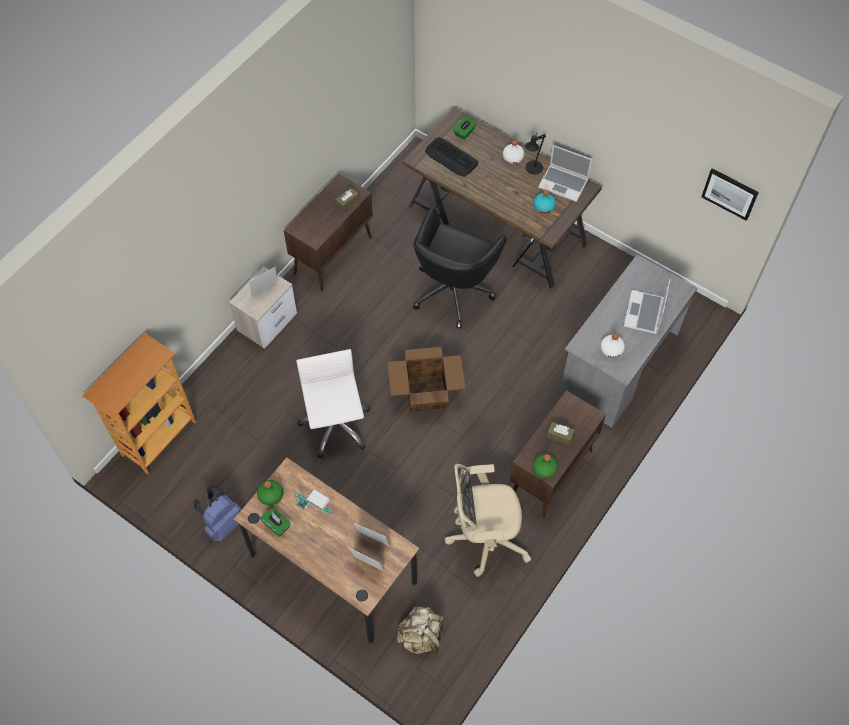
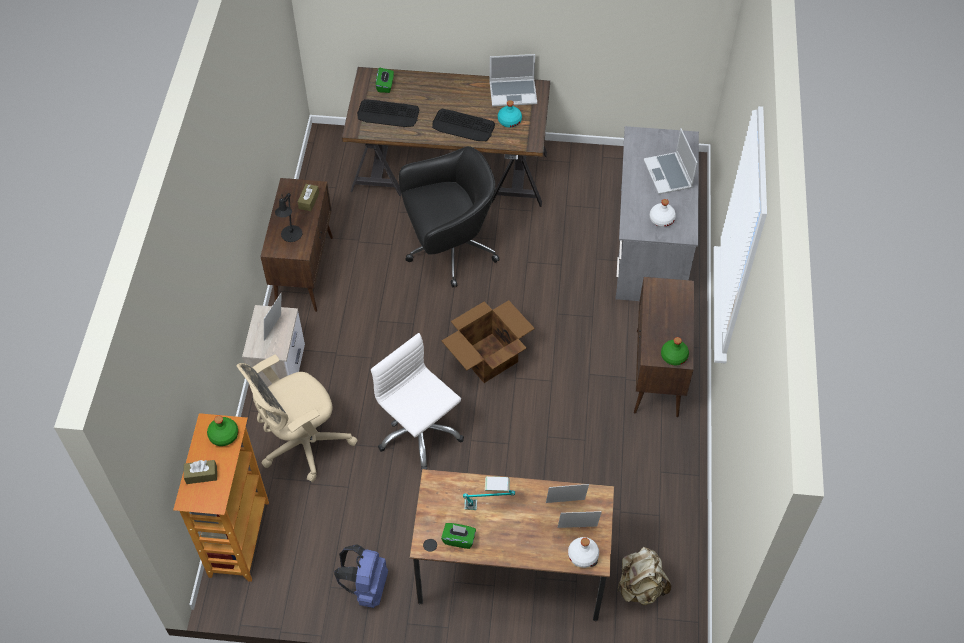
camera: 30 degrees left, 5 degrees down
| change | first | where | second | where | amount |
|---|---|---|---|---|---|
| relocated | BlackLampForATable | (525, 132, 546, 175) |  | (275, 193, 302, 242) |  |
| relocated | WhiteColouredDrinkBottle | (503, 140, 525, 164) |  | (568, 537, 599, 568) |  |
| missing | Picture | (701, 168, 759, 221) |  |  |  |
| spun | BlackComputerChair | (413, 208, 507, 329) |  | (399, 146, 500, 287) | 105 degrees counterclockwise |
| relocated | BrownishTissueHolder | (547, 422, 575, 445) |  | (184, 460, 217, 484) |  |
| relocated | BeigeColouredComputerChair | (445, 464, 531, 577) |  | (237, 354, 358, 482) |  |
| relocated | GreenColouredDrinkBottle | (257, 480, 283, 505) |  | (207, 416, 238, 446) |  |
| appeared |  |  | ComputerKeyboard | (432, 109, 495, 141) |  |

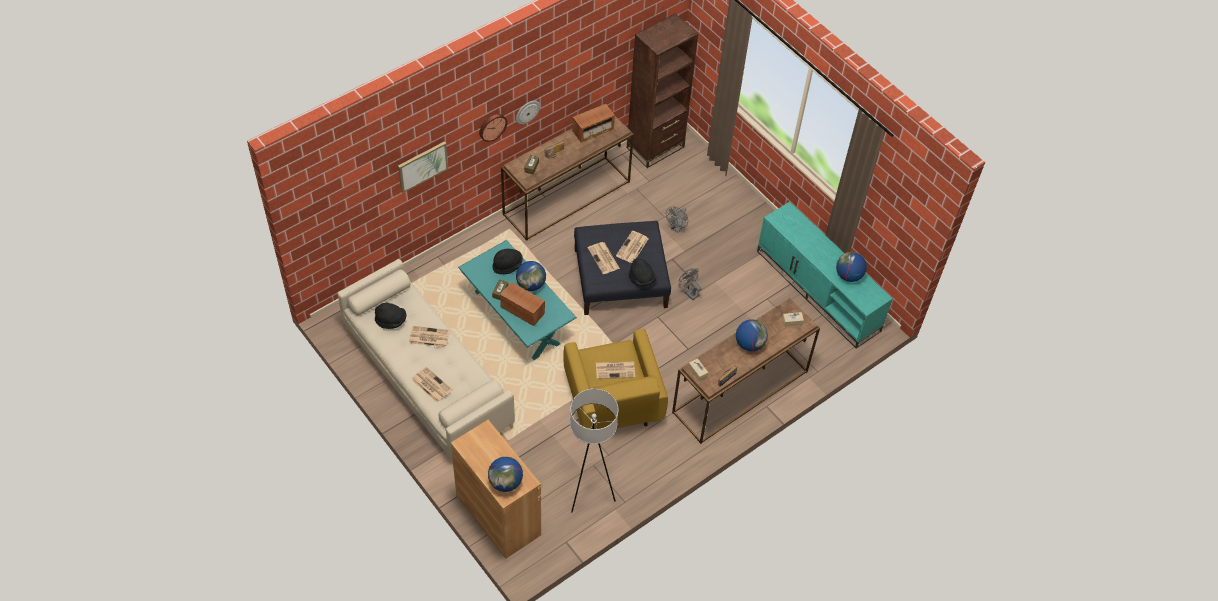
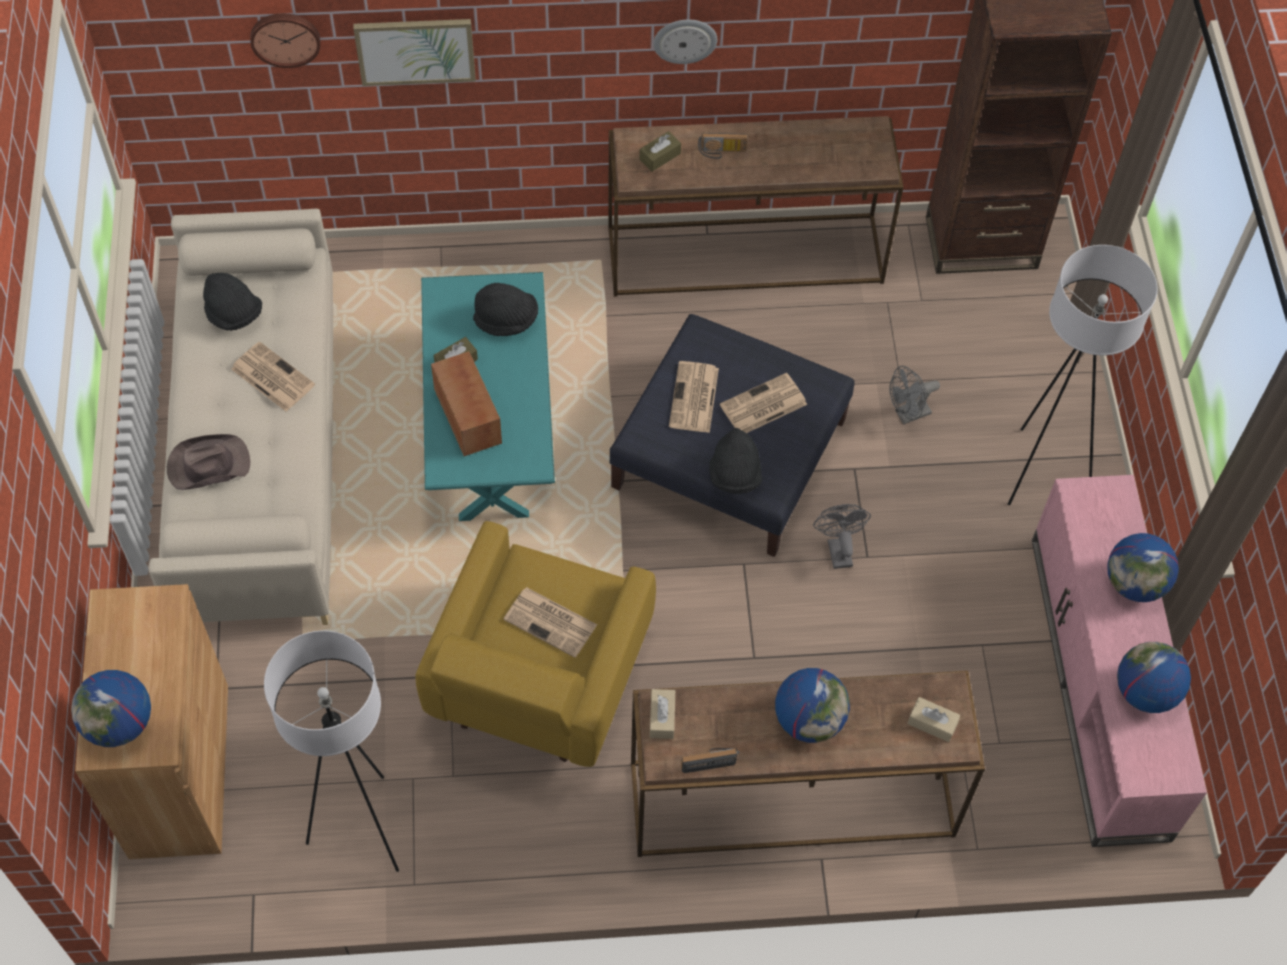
camera: 35 degrees right, 5 degrees up
| change | first | where | second | where | amount |
|---|---|---|---|---|---|
| missing | RadioReceiver | (572, 104, 615, 142) |  |  |  |
| relocated | WallClock | (479, 114, 507, 142) |  | (250, 14, 320, 68) |  |
| colour | TurquoiseColouredMediaConsole | (757, 202, 893, 348) | PinkColouredMediaConsole | (1032, 475, 1207, 847) |  |
| relocated | WorldGlobe | (516, 261, 546, 291) |  | (1107, 533, 1179, 602) |  |
| exchanged | PrintedPaper | (411, 367, 453, 403) | BrownishHat | (167, 434, 250, 490) |  |
| appeared |  |  | WhiteColouredStandardLamp | (1008, 245, 1158, 505) |  |

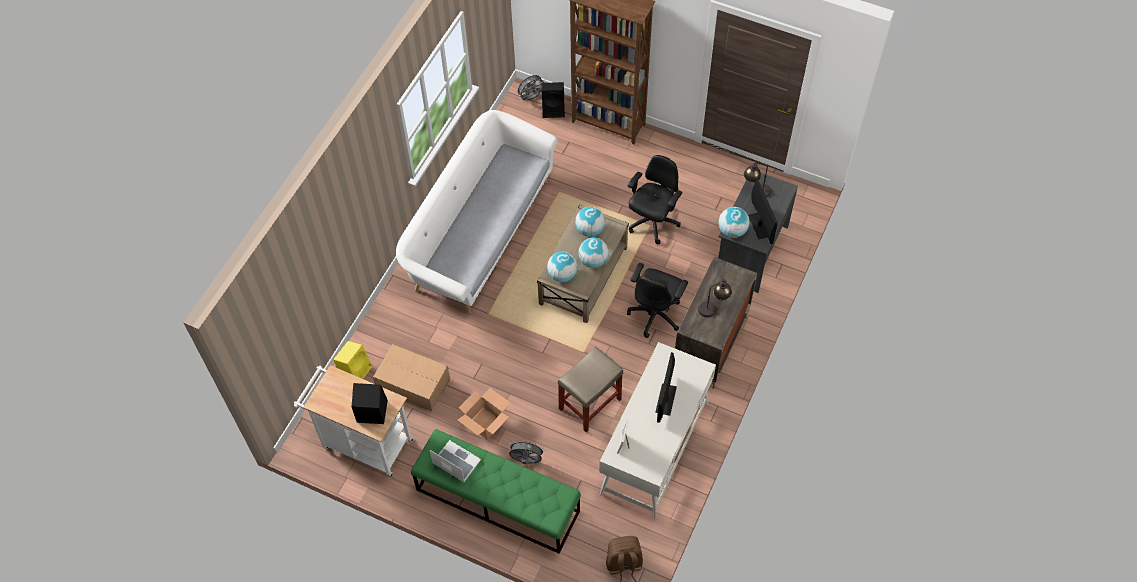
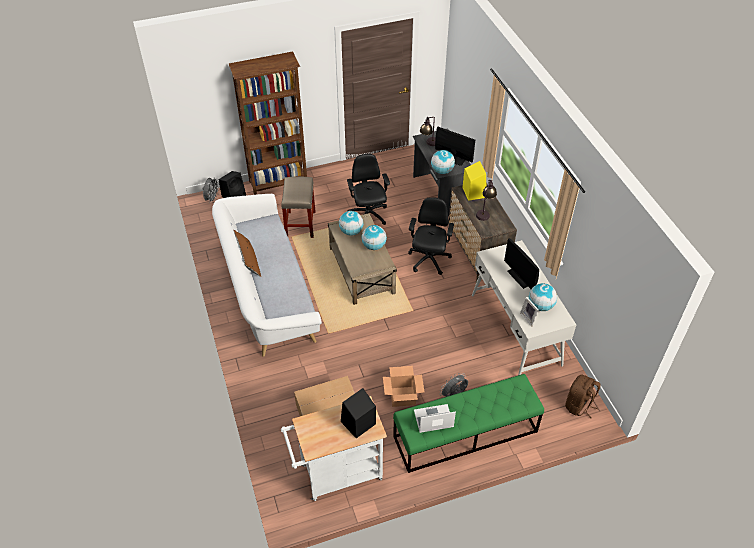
camera: 45 degrees left, 10 degrees down
| change | first | where | second | where | amount |
|---|---|---|---|---|---|
| relocated | WorldGlobe | (547, 252, 578, 282) |  | (529, 283, 557, 311) |  |
| spun | BlackComputerChair | (627, 263, 688, 338) |  | (408, 197, 454, 275) | 150 degrees counterclockwise |
| relocated | YellowColouredAudioSpeaker | (334, 341, 372, 379) |  | (462, 161, 486, 201) |  |
| relocated | BeigeColouredStool | (558, 346, 623, 433) |  | (281, 177, 316, 238) |  |
| appeared |  |  | BrownishPillow | (233, 230, 261, 277) |  |

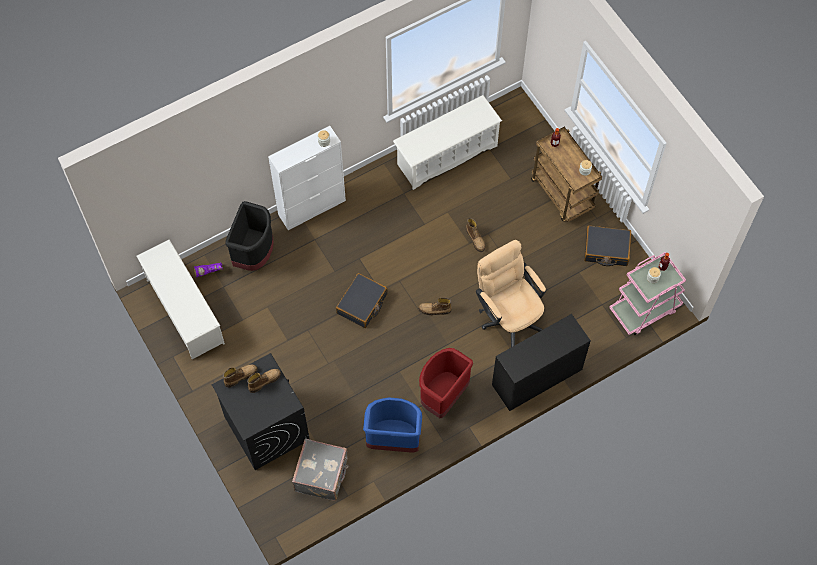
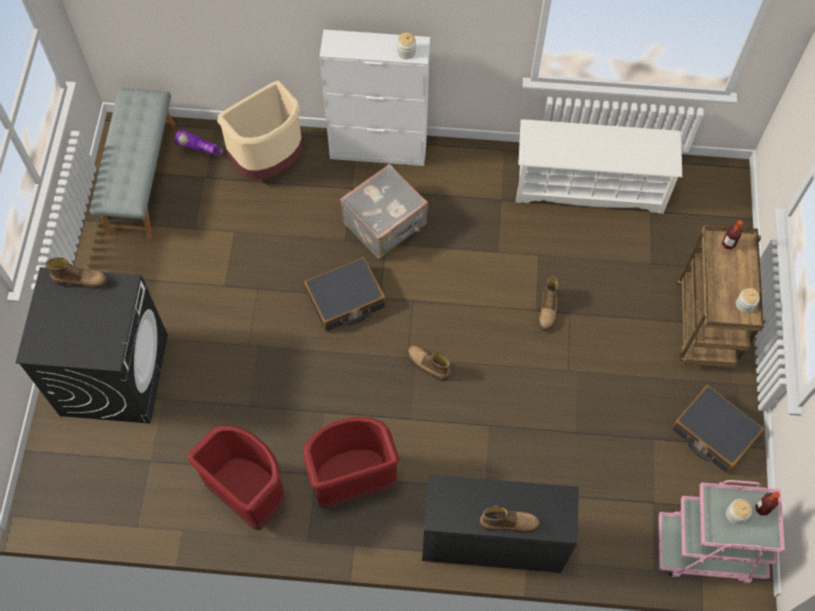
camera: 35 degrees right, 0 degrees up
| change | first | where | second | where | amount |
|---|---|---|---|---|---|
| colour | BlackRubbishBin | (225, 201, 274, 271) | BeigeColouredRubbishBin | (217, 81, 303, 180) |  |
| exchanged | WhiteColouredShoeRack | (137, 239, 225, 359) | GreyishBench | (89, 88, 176, 239) |  |
| missing | BeigeColouredComputerChair | (476, 240, 546, 347) |  |  |  |
| relocated | HighTopBoot | (247, 369, 281, 393) |  | (479, 506, 540, 533) |  |
| colour | BluishRubbishBin | (363, 397, 422, 453) | RedRubbishBin | (188, 425, 285, 530) |  |
| relocated | GreyishPieceOfLuggage | (292, 438, 349, 501) |  | (340, 164, 428, 259) |  |

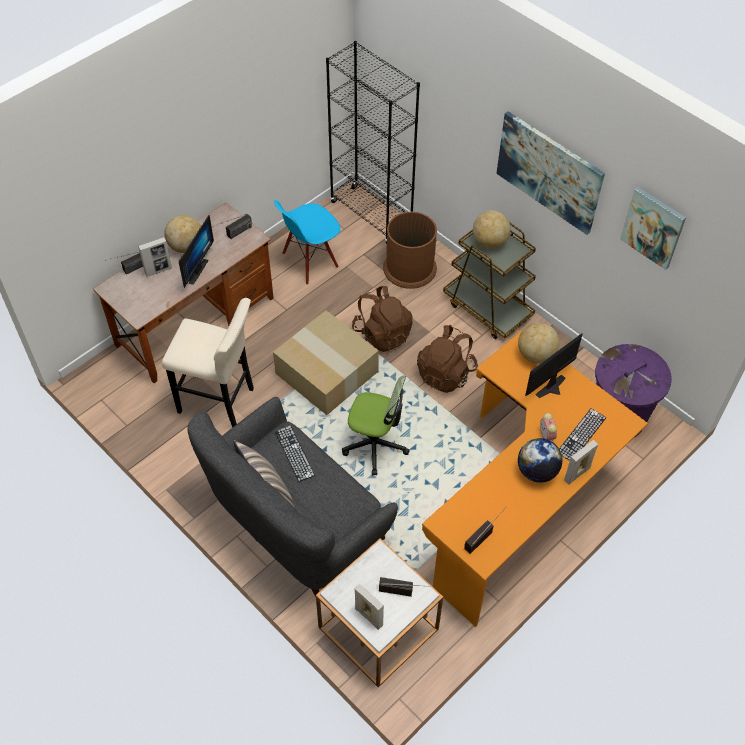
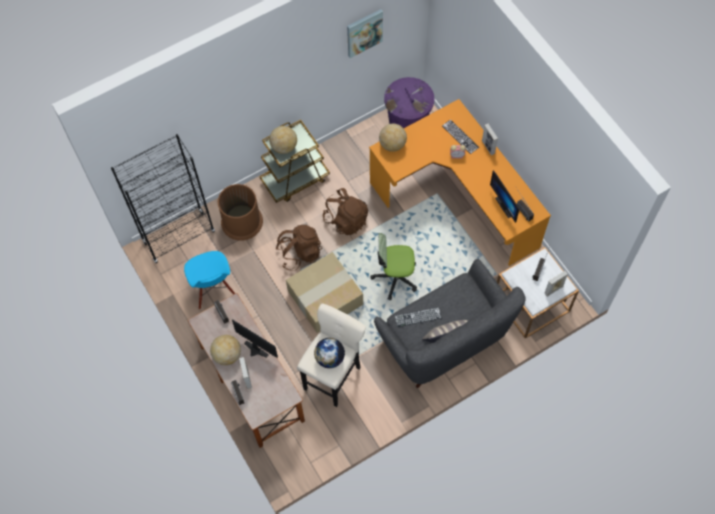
camera: 75 degrees left, 10 degrees up
| change | first | where | second | where | amount |
|---|---|---|---|---|---|
| missing | Picture | (496, 111, 605, 235) |  |  |  |
| relocated | Monitor | (525, 333, 583, 398) |  | (490, 170, 520, 223) |  |
| spun | ComputerChair | (342, 375, 410, 475) |  | (371, 233, 417, 300) | 120 degrees counterclockwise |
| relocated | WorldGlobe | (518, 438, 562, 483) |  | (314, 338, 345, 368) |  |

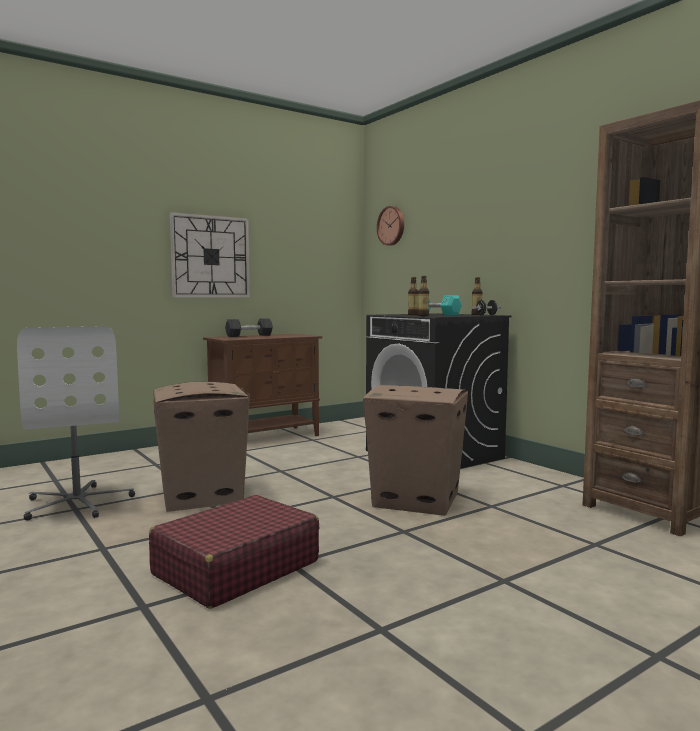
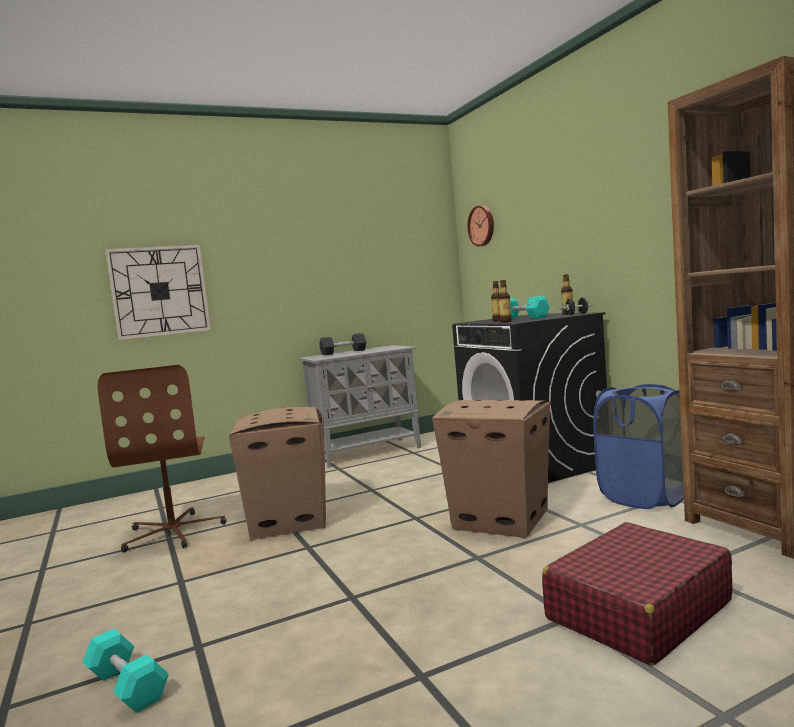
camera: 10 degrees right, 0 degrees up
| change | first | where | second | where | amount |
|---|---|---|---|---|---|
| relocated | WallClock | (170, 212, 250, 298) |  | (105, 245, 211, 340) |  |
| colour | WhiteColouredComputerChair | (17, 326, 135, 520) | BrownishComputerChair | (98, 365, 226, 552) |  |
| colour | BrownishCupboard | (203, 334, 322, 436) | GreyishCupboard | (298, 345, 421, 468) |  |
| relocated | RedPieceOfLuggage | (149, 495, 319, 609) |  | (542, 522, 733, 666) |  |
| appeared |  |  | BluishWashingBasket | (593, 384, 684, 509) |  |
| appeared |  |  | TurquoiseColouredHandWeight | (83, 629, 169, 713) |  |

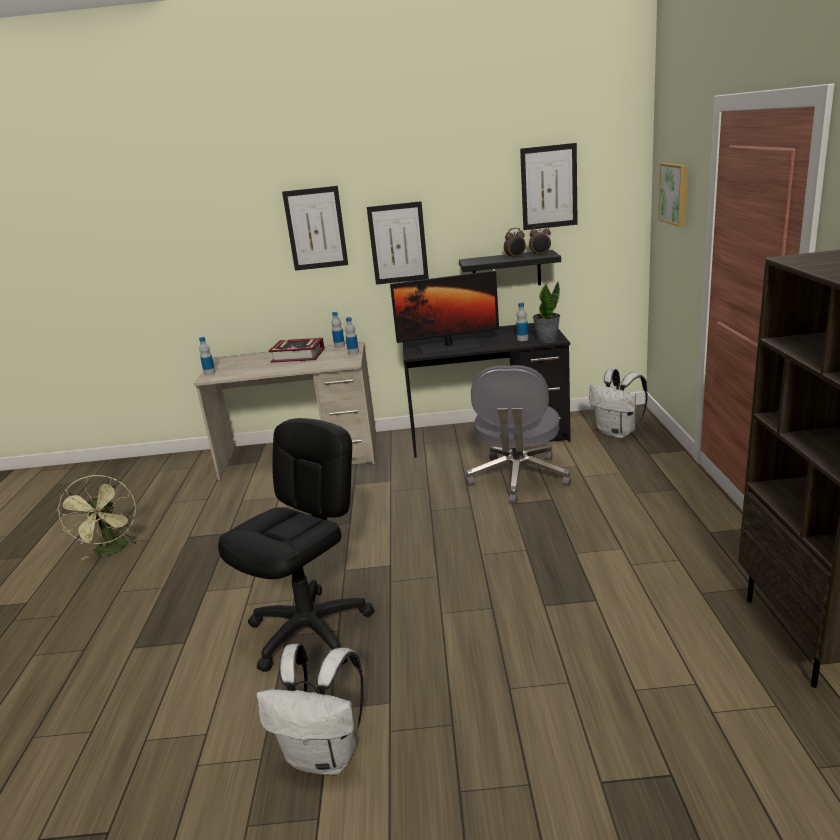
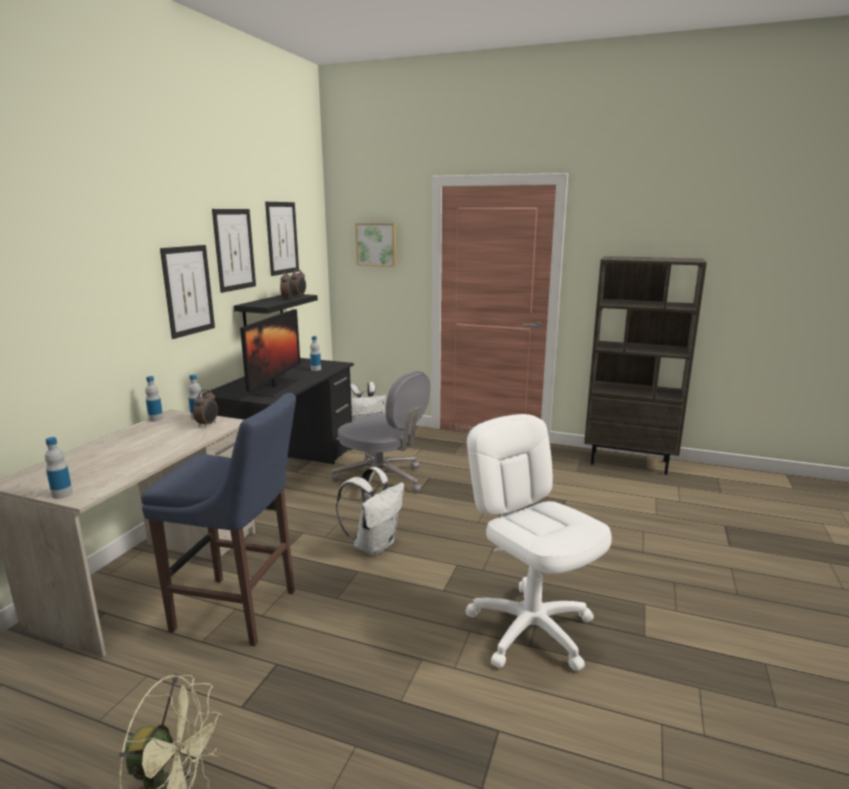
camera: 70 degrees left, 5 degrees down
| change | first | where | second | where | amount |
|---|---|---|---|---|---|
| relocated | Picture | (282, 186, 348, 271) |  | (212, 209, 256, 293) |  |
| missing | Houseplant | (533, 281, 560, 343) |  |  |  |
| missing | BoundBook | (269, 337, 325, 363) |  |  |  |
| colour | BlackComputerChair | (218, 418, 374, 672) | WhiteColouredComputerChair | (465, 414, 612, 671) |  |
| relocated | WhiteColouredBackpack | (257, 644, 364, 775) |  | (336, 467, 404, 556) |  |
| appeared |  |  | AlarmClock | (193, 389, 218, 428) |  |
| appeared |  |  | BluishStool | (141, 393, 296, 647) |  |

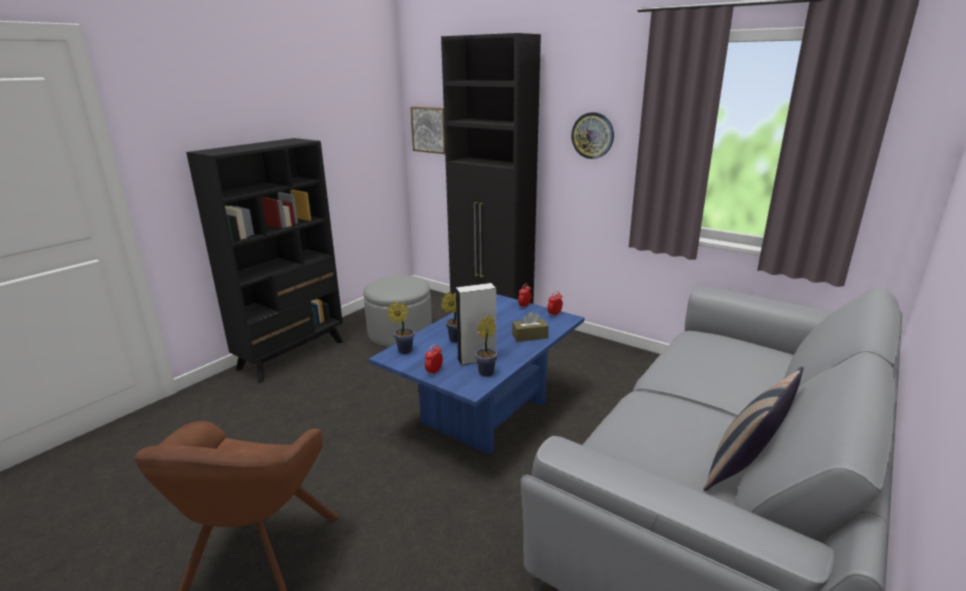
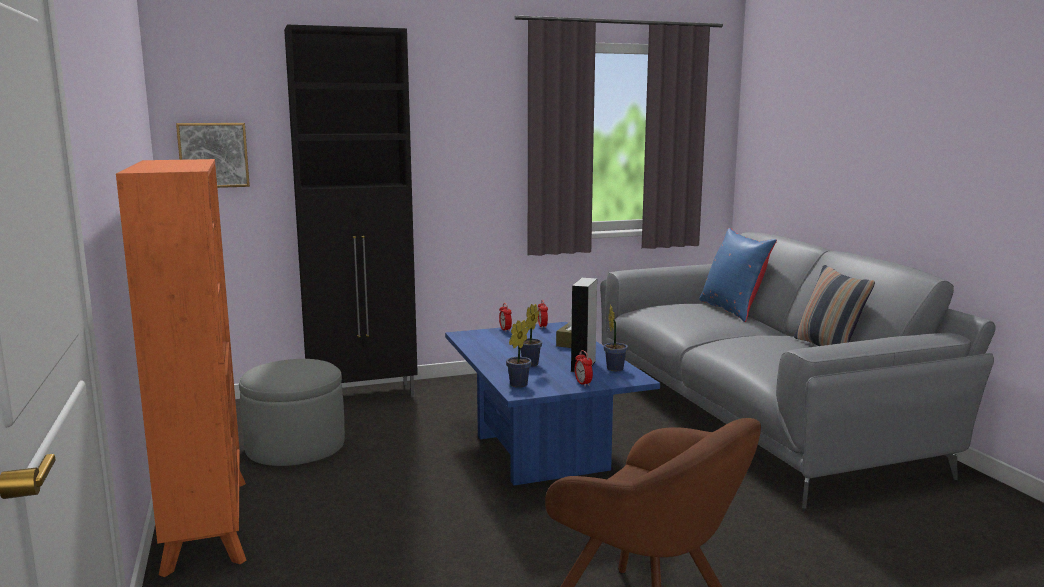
camera: 55 degrees left, 10 degrees down
| change | first | where | second | where | amount |
|---|---|---|---|---|---|
| missing | WallClock | (571, 112, 614, 159) |  |  |  |
| colour | BlackBookcase | (186, 138, 343, 382) | OrangeColouredBookcase | (116, 159, 247, 577) |  |
| appeared |  |  | BluishPillow | (699, 228, 777, 322) |  |

